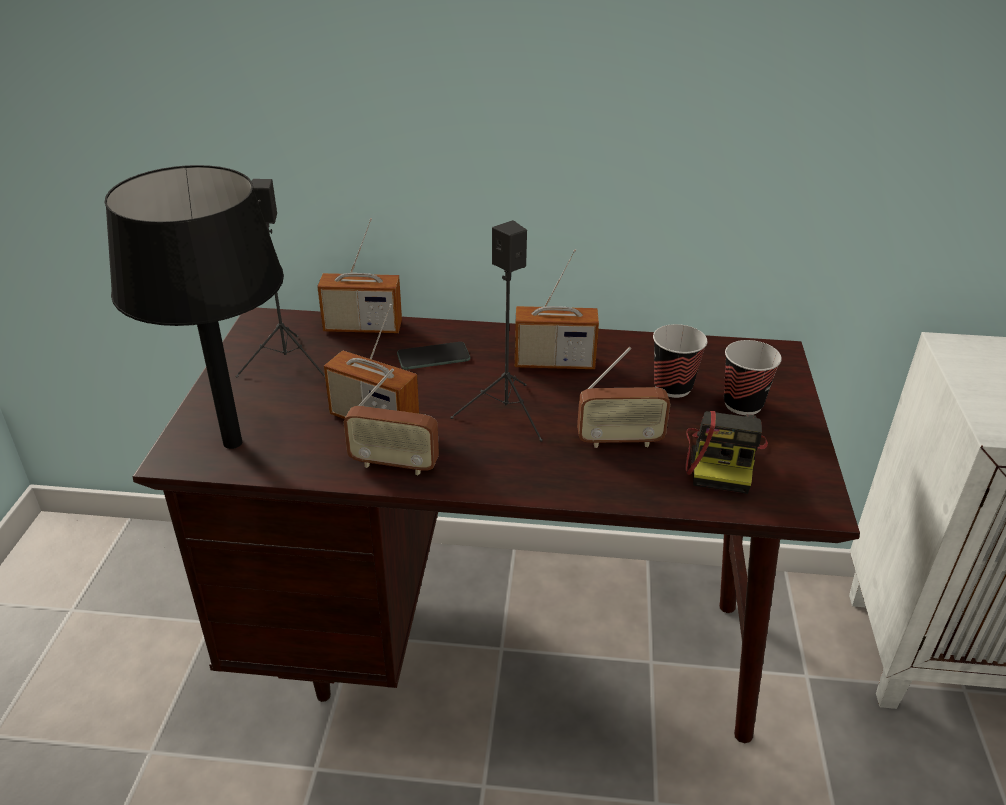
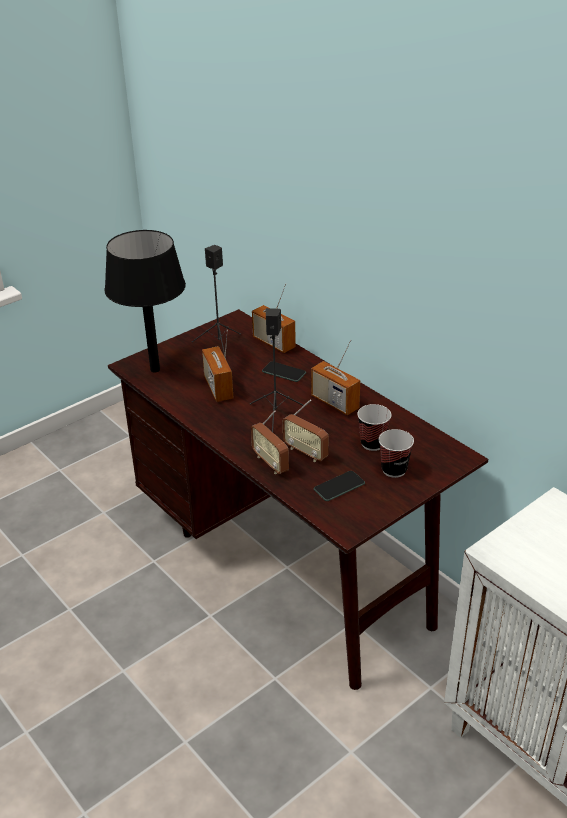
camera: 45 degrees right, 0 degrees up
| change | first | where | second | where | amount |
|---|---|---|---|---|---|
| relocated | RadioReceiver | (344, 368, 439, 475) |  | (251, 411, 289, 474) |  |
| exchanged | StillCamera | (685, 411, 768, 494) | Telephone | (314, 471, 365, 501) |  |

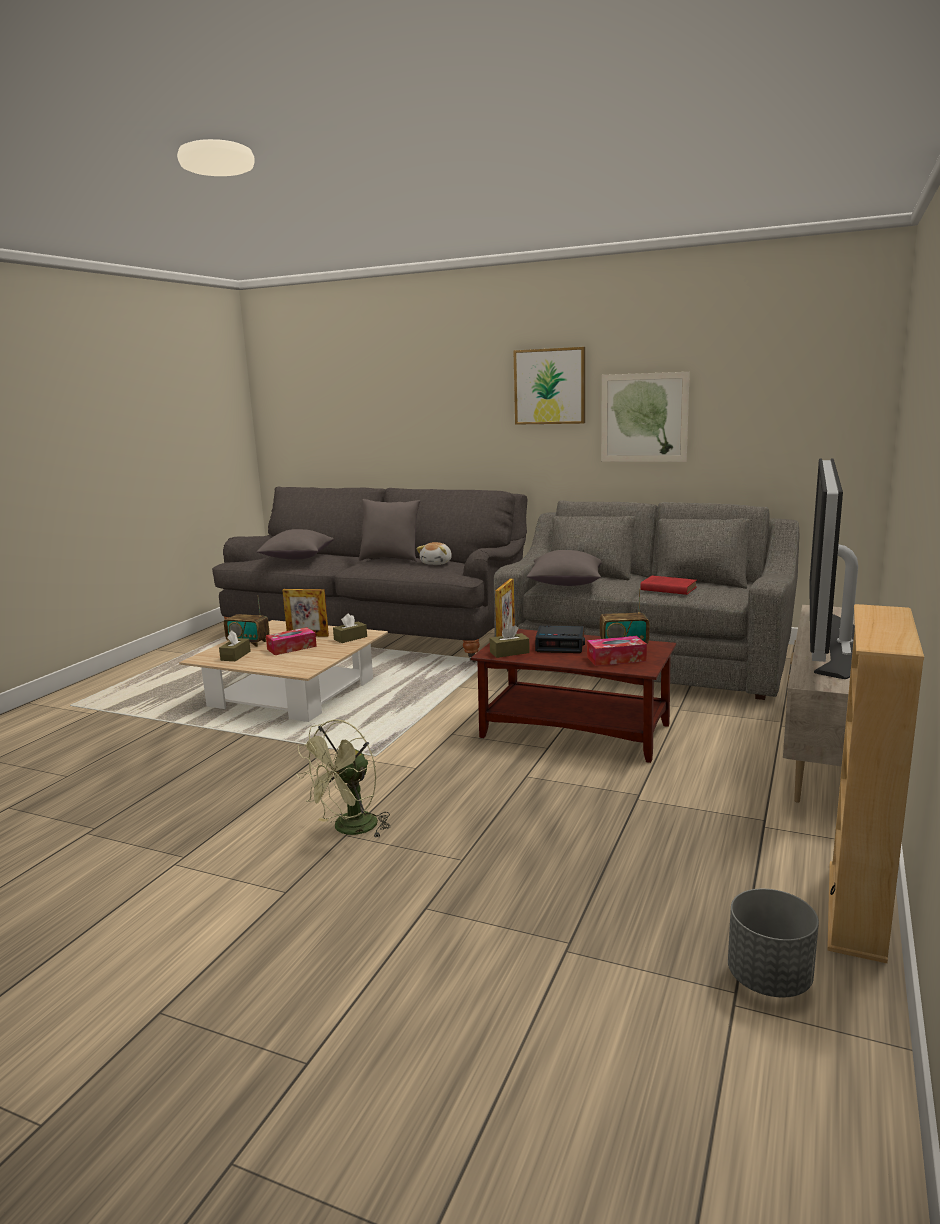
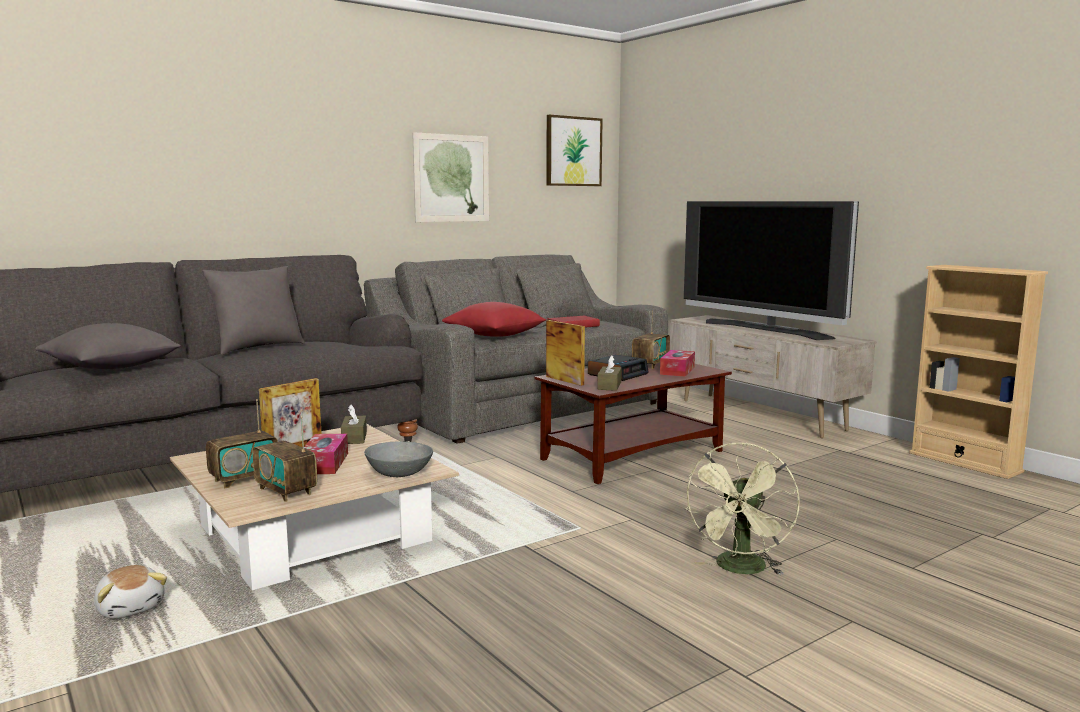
camera: 60 degrees left, 5 degrees down
| change | first | where | second | where | amount |
|---|---|---|---|---|---|
| relocated | Picture | (513, 347, 585, 425) |  | (547, 114, 603, 186) |  |
| relocated | CuddlyToy | (416, 542, 452, 565) |  | (94, 565, 167, 619) |  |
| colour | GreyishPillow | (527, 550, 602, 586) | RedPillow | (442, 302, 546, 337) |  |
| exchanged | BrownishTissueHolder | (219, 630, 251, 661) | RadioReceiver | (252, 416, 317, 502) |  |
| spun | GreenColouredFan | (296, 719, 390, 837) |  | (684, 442, 800, 575) | 45 degrees clockwise |
| missing | GreyishPlanter | (728, 889, 819, 997) |  |  |  |
| appeared |  |  | GreyishServingBowl | (364, 441, 433, 477) |  |

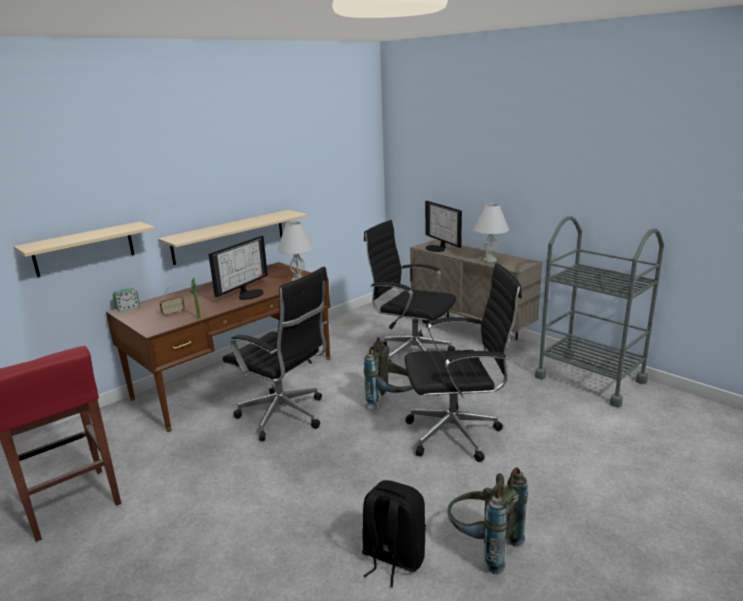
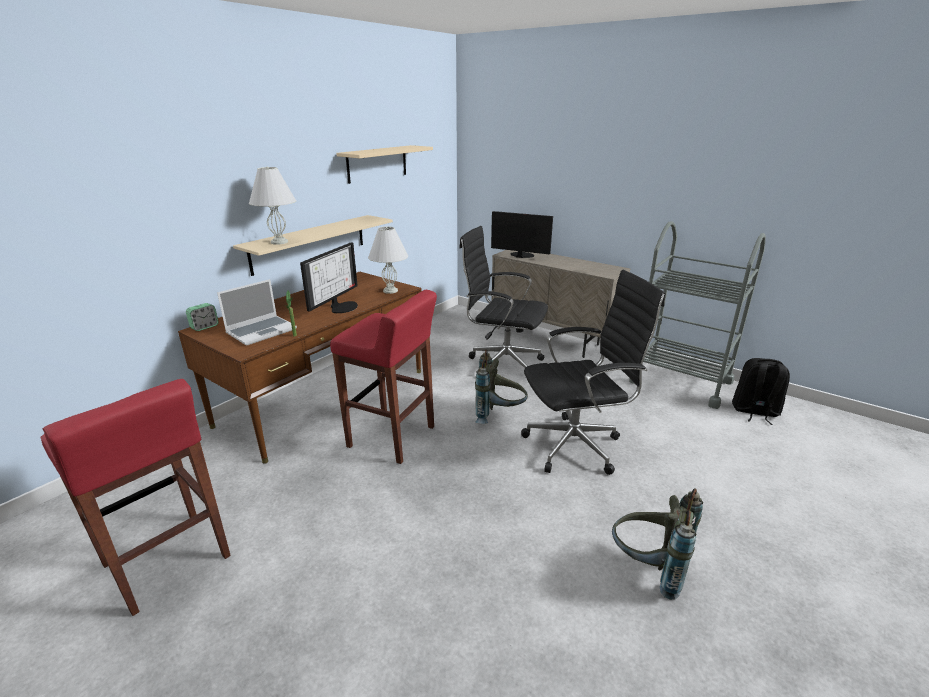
camera: 10 degrees left, 5 degrees up
| change | first | where | second | where | amount |
|---|---|---|---|---|---|
| spun | Monitor | (425, 201, 462, 252) |  | (491, 211, 553, 258) | 150 degrees clockwise |
| relocated | WhiteColouredLampForATable | (473, 203, 509, 262) |  | (249, 166, 296, 245) |  |
| relocated | BeigeColouredWallShelf | (13, 222, 155, 277) |  | (336, 145, 433, 184) |  |
| exchanged | BlackComputerChair | (223, 267, 328, 441) | RedStool | (330, 290, 437, 464) |  |
| exchanged | RadioReceiver | (160, 287, 185, 316) | Laptop | (217, 279, 297, 345) |  |
| relocated | BlackBackpack | (362, 480, 425, 587) |  | (732, 358, 790, 425) |  |

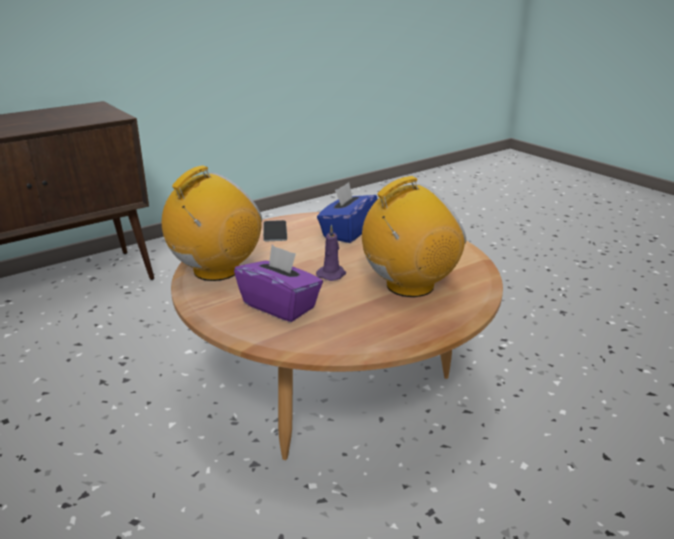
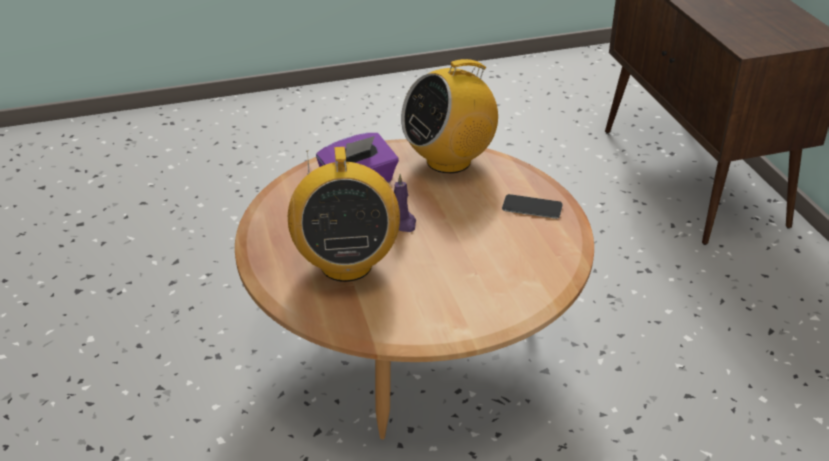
camera: 110 degrees right, 10 degrees up
| change | first | where | second | where | amount |
|---|---|---|---|---|---|
| spun | RadioReceiver | (162, 165, 262, 281) |  | (401, 59, 498, 173) | 90 degrees clockwise |
| missing | BluishTissueHolder | (317, 182, 378, 243) |  |  |  |

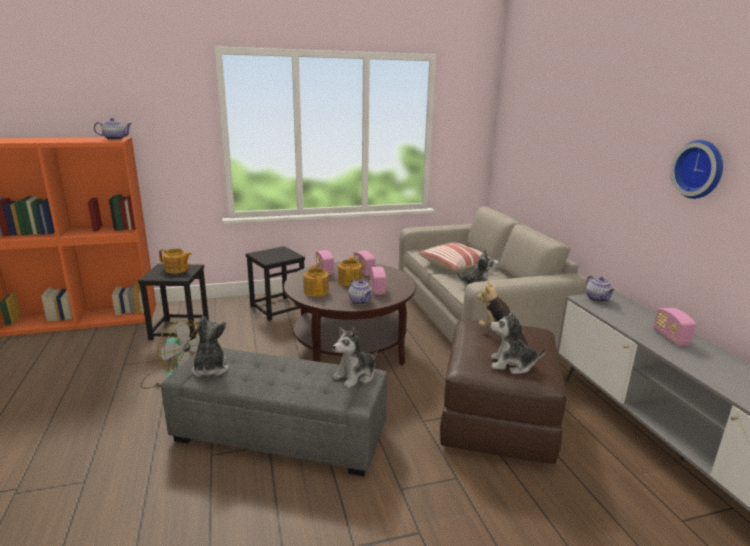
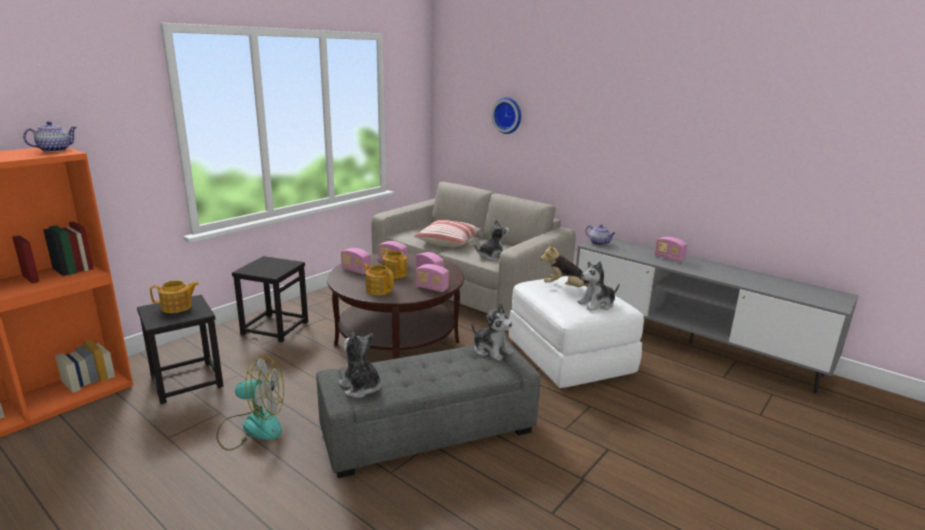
camera: 35 degrees left, 0 degrees up
| change | first | where | second | where | amount |
|---|---|---|---|---|---|
| relocated | WallClock | (670, 140, 723, 199) |  | (492, 97, 521, 134) |  |
| exchanged | Teapot | (348, 279, 373, 305) | RadioReceiver | (416, 264, 449, 292) |  |
| colour | BrownishOttoman | (440, 320, 567, 464) | WhiteColouredOttoman | (509, 276, 644, 388) |  |
| spun | CuddlyToy | (332, 327, 378, 388) |  | (471, 303, 513, 361) | 60 degrees counterclockwise |

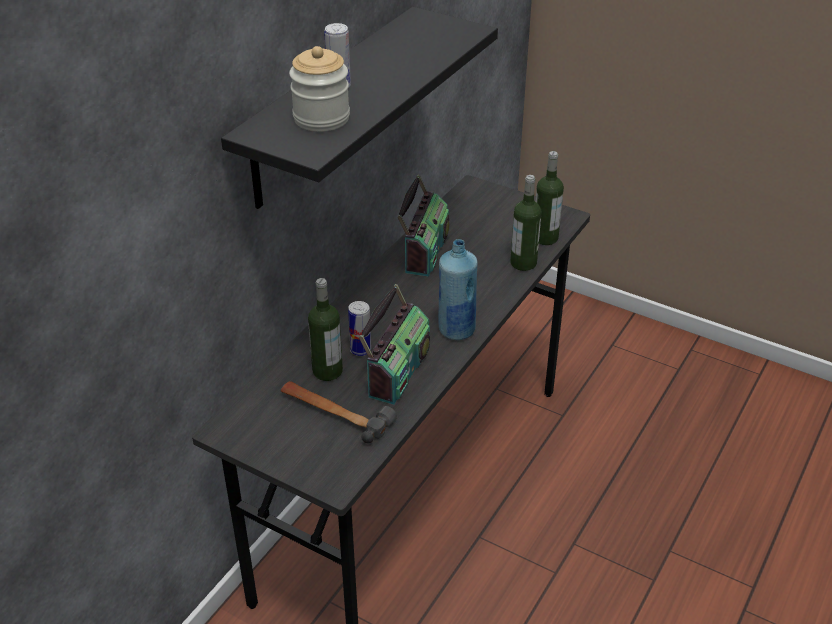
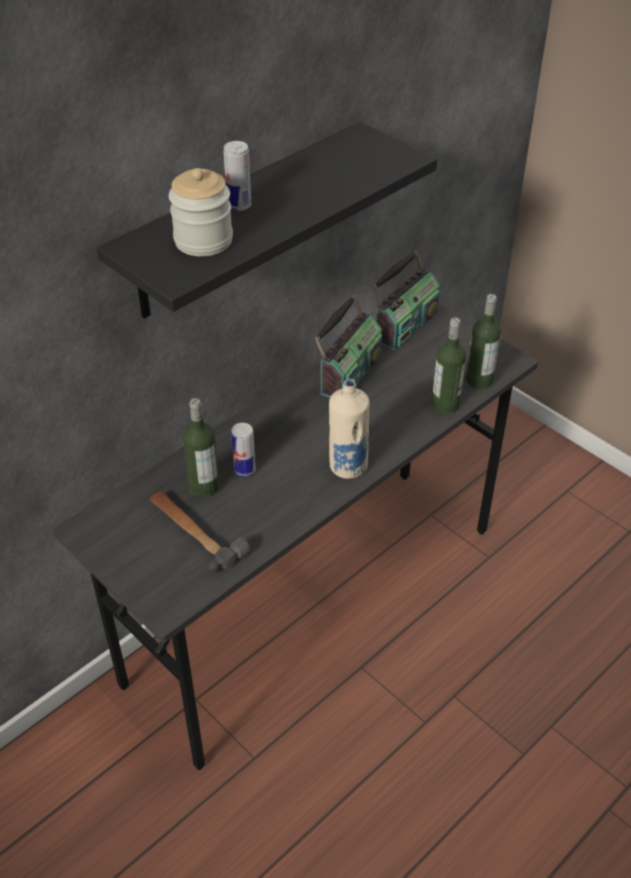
camera: 15 degrees right, 5 degrees up
| change | first | where | second | where | amount |
|---|---|---|---|---|---|
| colour | BluishDrinkBottle | (439, 239, 478, 340) | BeigeColouredDrinkBottle | (329, 379, 369, 479) |  |
| relocated | RadioReceiver | (359, 284, 430, 405) |  | (372, 250, 440, 351) |  |

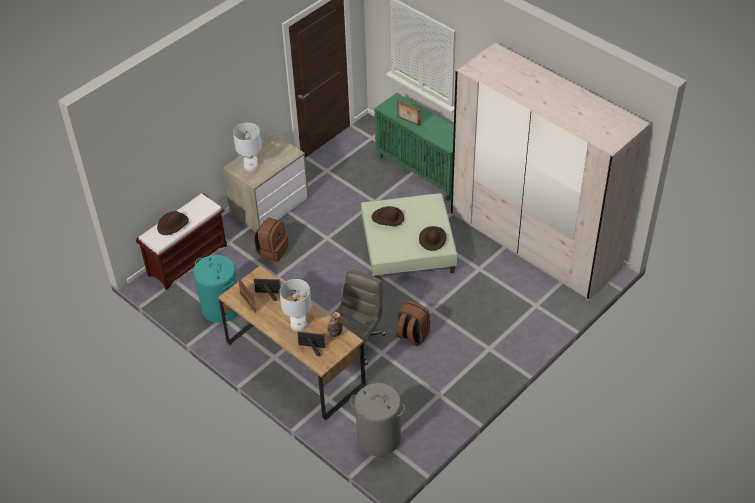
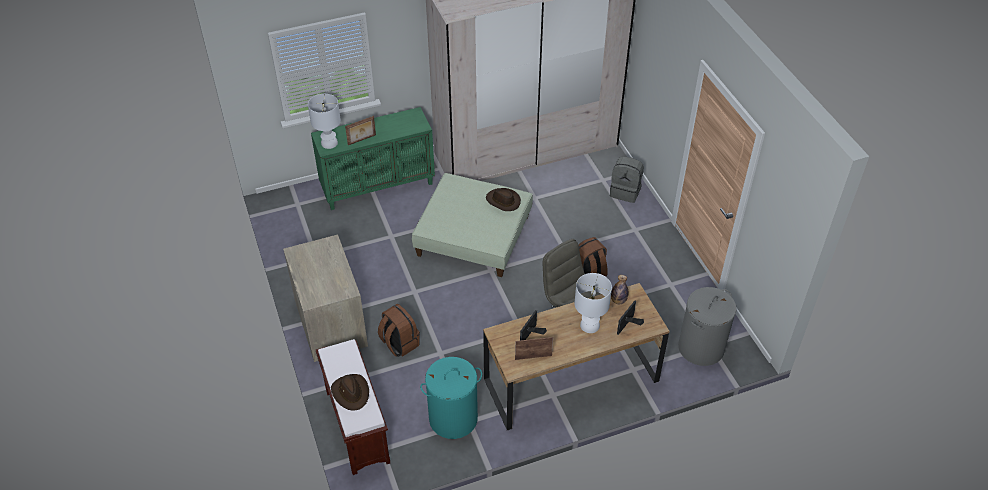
camera: 65 degrees left, 0 degrees up
| change | first | where | second | where | amount |
|---|---|---|---|---|---|
| relocated | WhiteColouredLampForATable | (233, 123, 262, 171) |  | (308, 94, 341, 149) |  |
| missing | BrownishHat | (371, 206, 404, 226) |  |  |  |
| appeared |  |  | GreyishBackpack | (610, 157, 644, 203) |  |

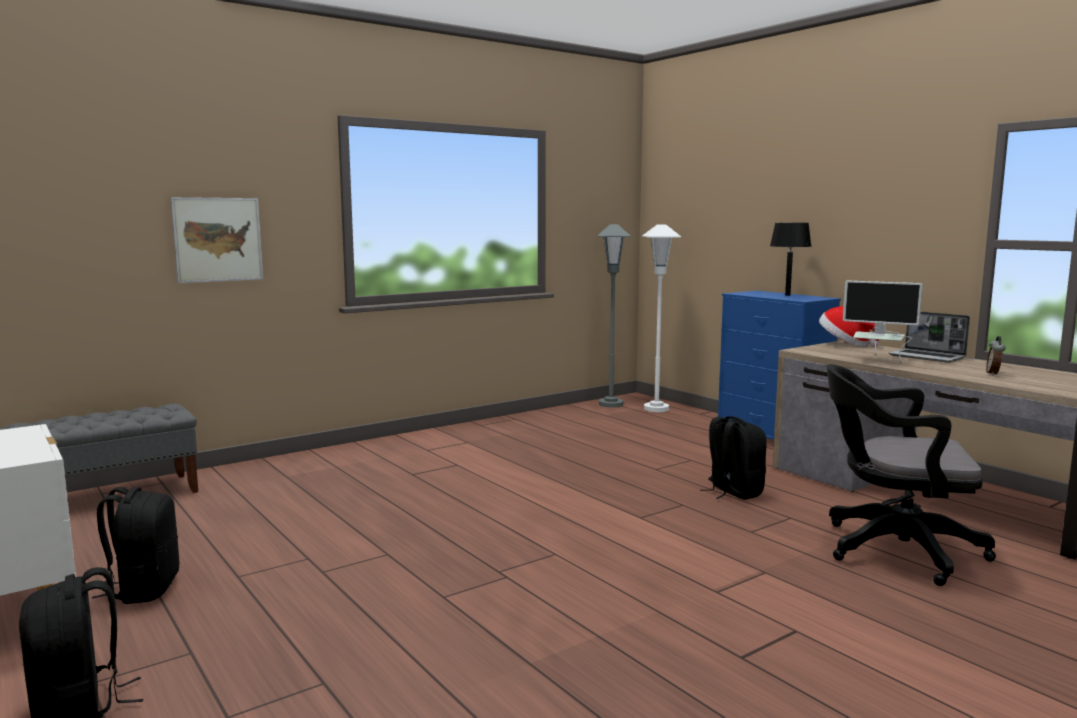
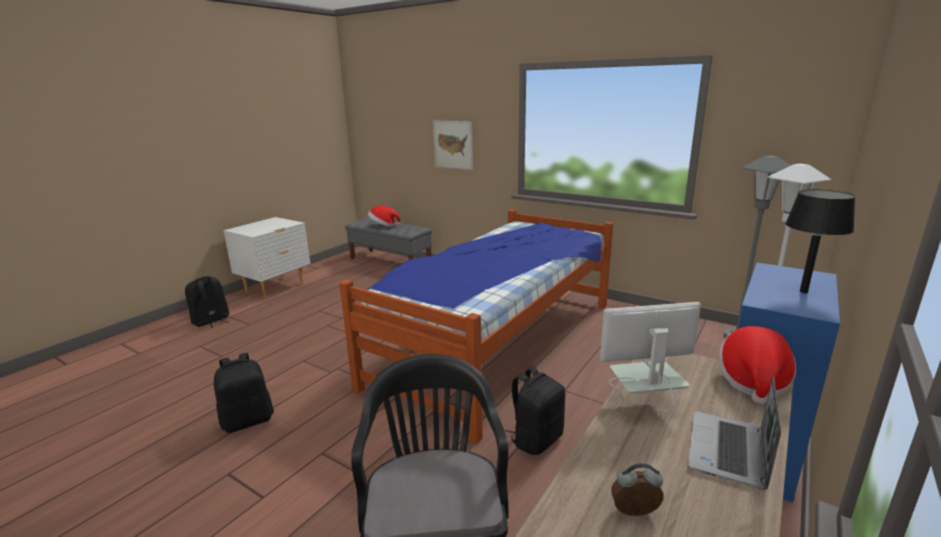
camera: 70 degrees right, 10 degrees up
| change | first | where | second | where | amount |
|---|---|---|---|---|---|
| spun | Monitor | (843, 281, 923, 362) |  | (600, 302, 701, 417) | 75 degrees clockwise |
| relocated | BlackBackpack | (92, 487, 179, 604) |  | (214, 353, 274, 433) |  |
| appeared |  |  | Hat | (368, 205, 400, 227) |  |
| appeared |  |  | Bed | (339, 209, 613, 444) |  |

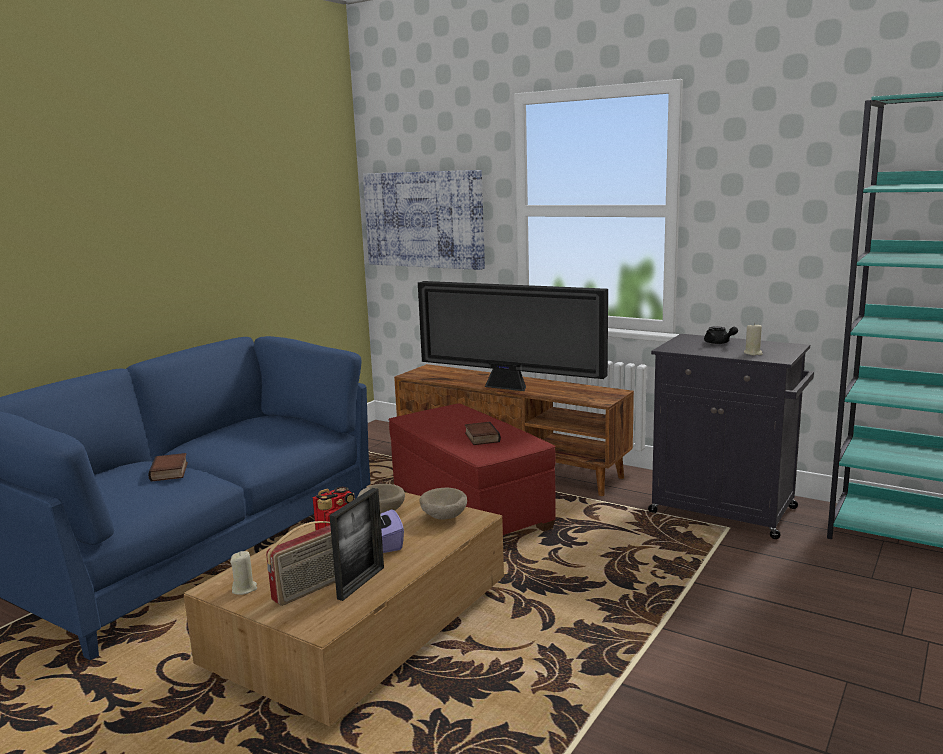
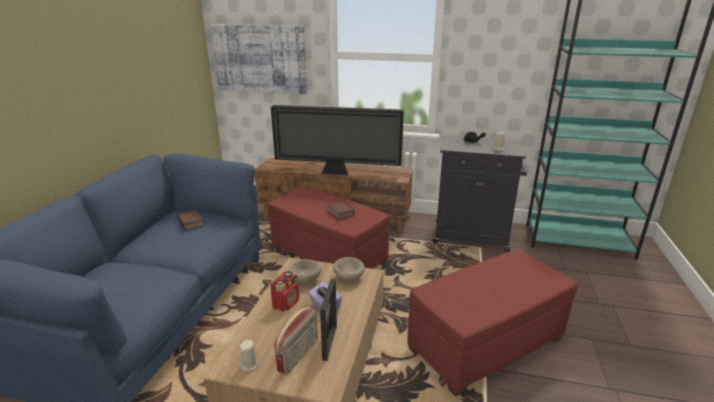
camera: 20 degrees left, 10 degrees up
| change | first | where | second | where | amount |
|---|---|---|---|---|---|
| relocated | BoundBook | (148, 453, 188, 482) |  | (177, 210, 204, 231) |  |
| appeared |  |  | RedOttoman | (407, 249, 578, 397) |  |

